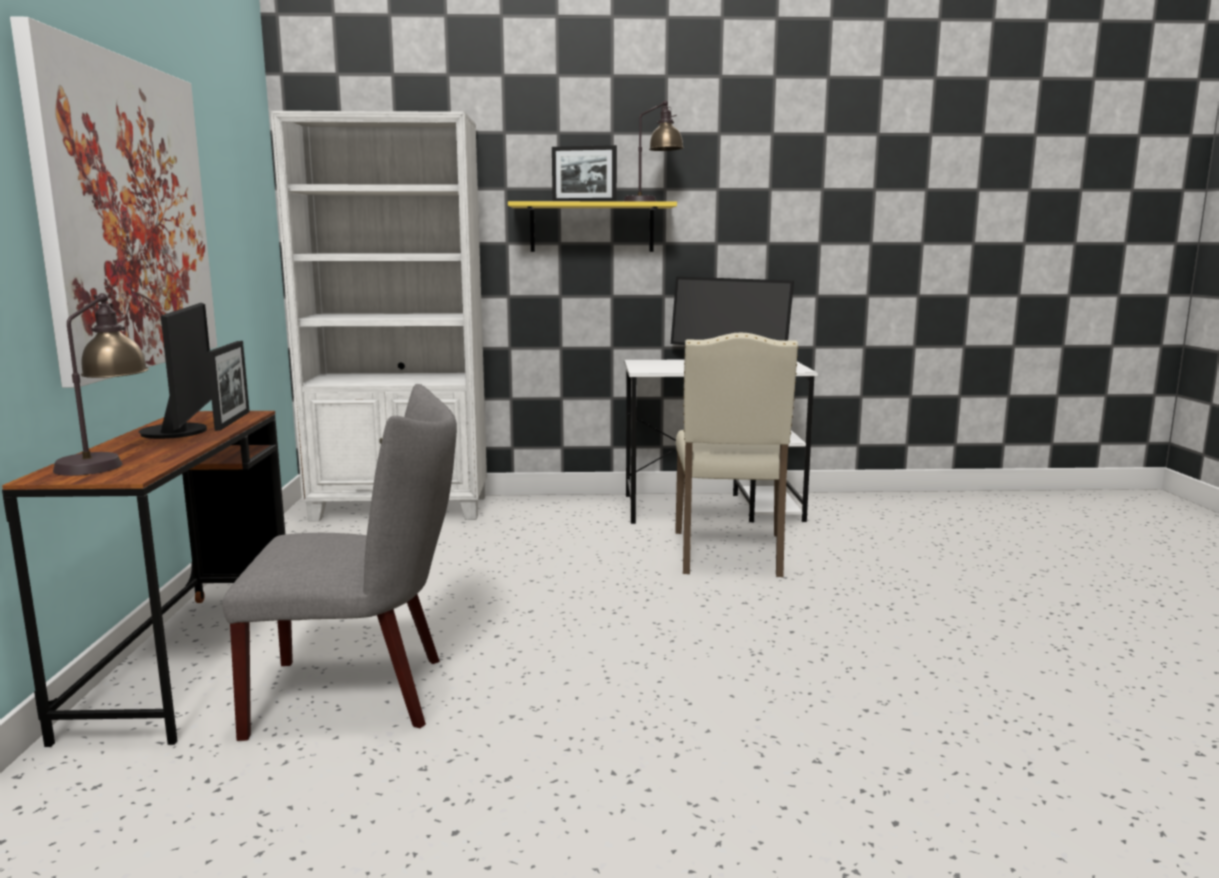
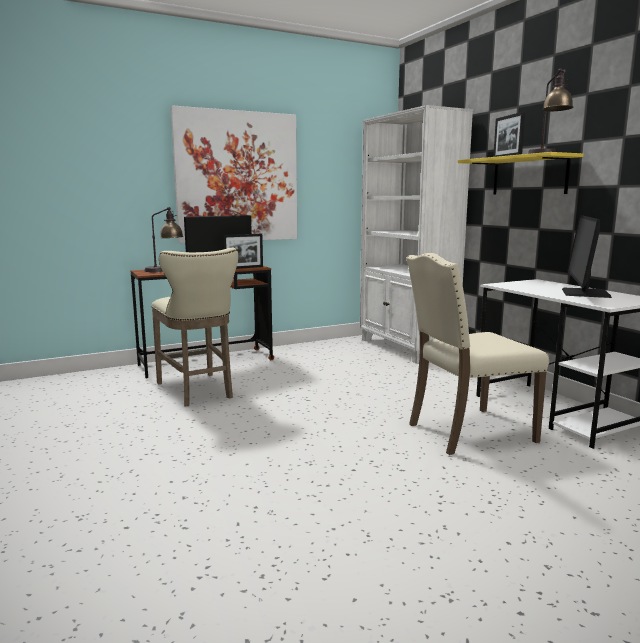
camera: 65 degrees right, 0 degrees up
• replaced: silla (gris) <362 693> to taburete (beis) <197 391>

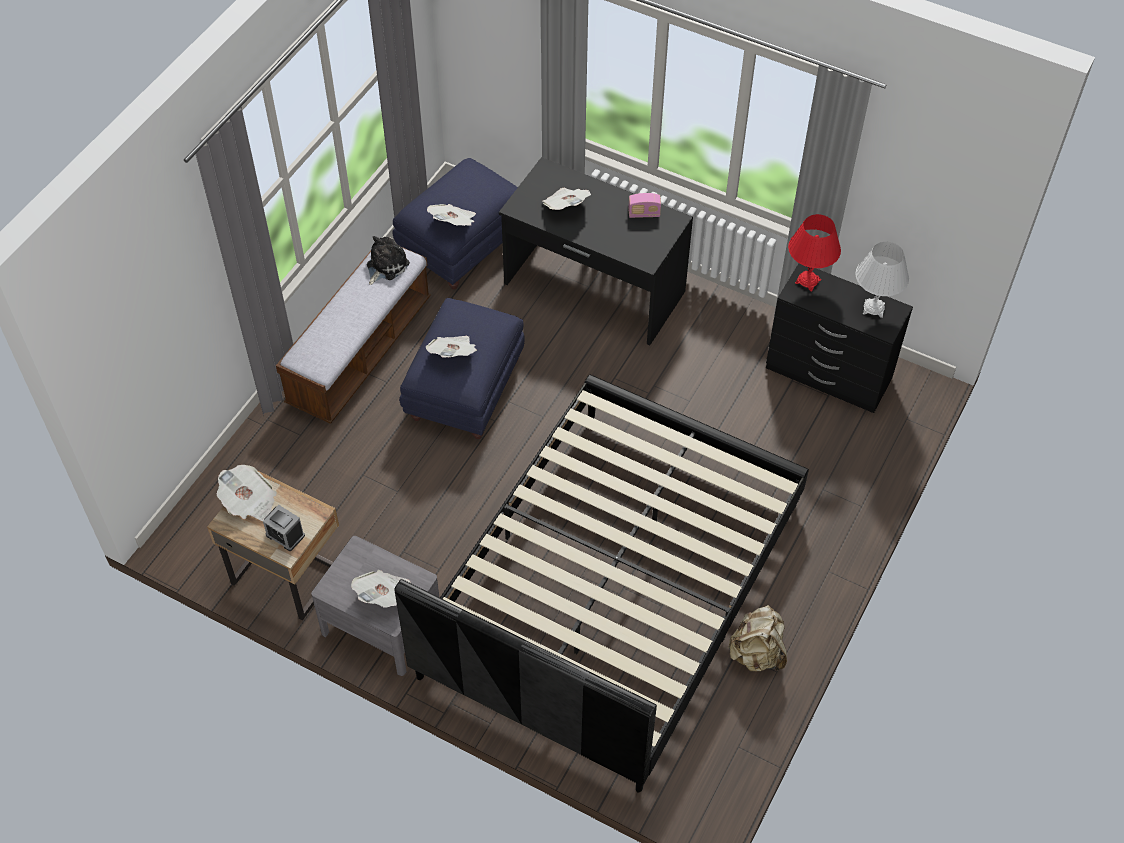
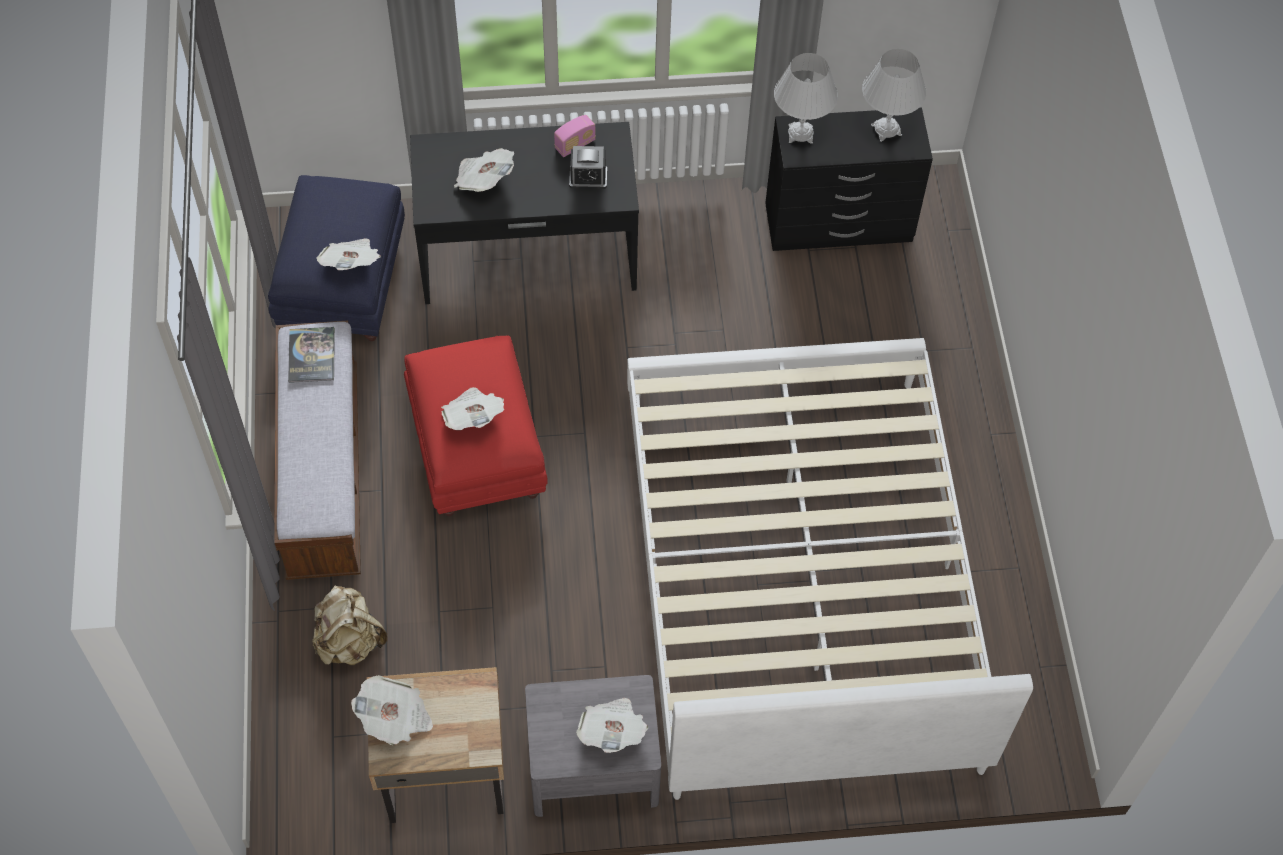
camera: 35 degrees left, 5 degrees up
• moved: despertador <285 535> to <588 177>
• replaced: peluche <385 266> to libro <311 355>
• recoloured: cama (negro) <611 588> to cama (blanco) <798 579>
• recoloured: puf (azul) <465 389> to puf (rojo) <477 449>
• moved: mochila (beis) <757 653> to <349 641>
• recoloured: lámpara de mesa (rojo) <808 281> to lámpara de mesa (blanco) <800 134>

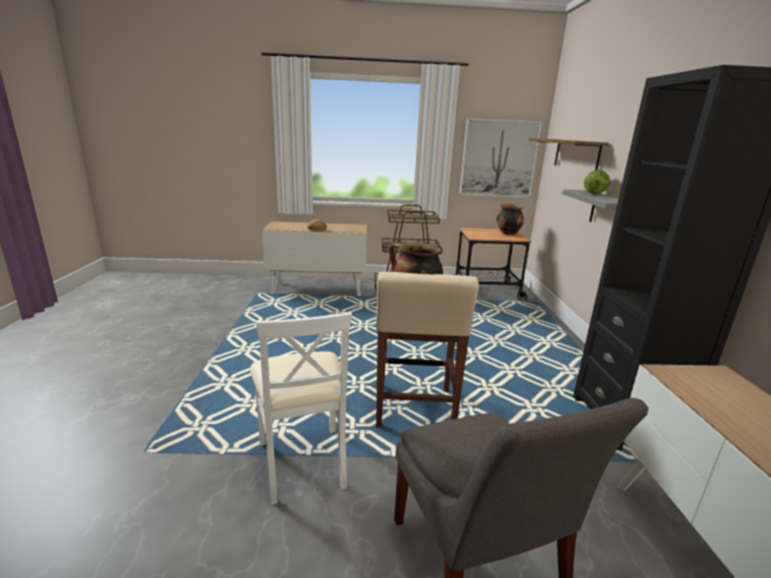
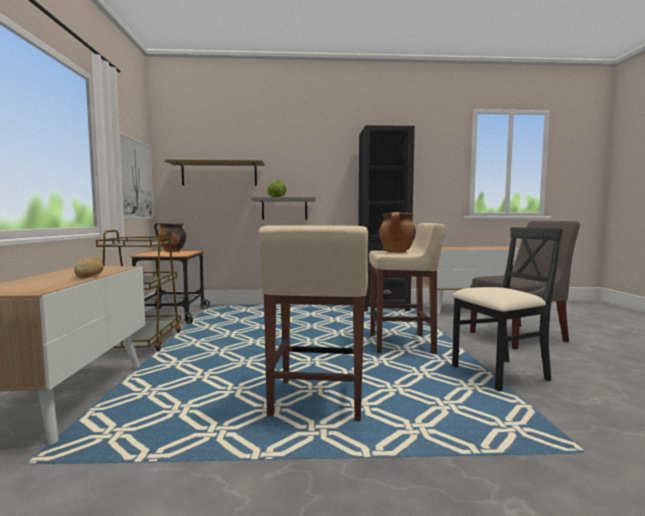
camera: 90 degrees left, 15 degrees down
• recoloured: silla (blanco) <303 462> to silla (negro) <500 374>
• added: taburete (beis) <317 400>

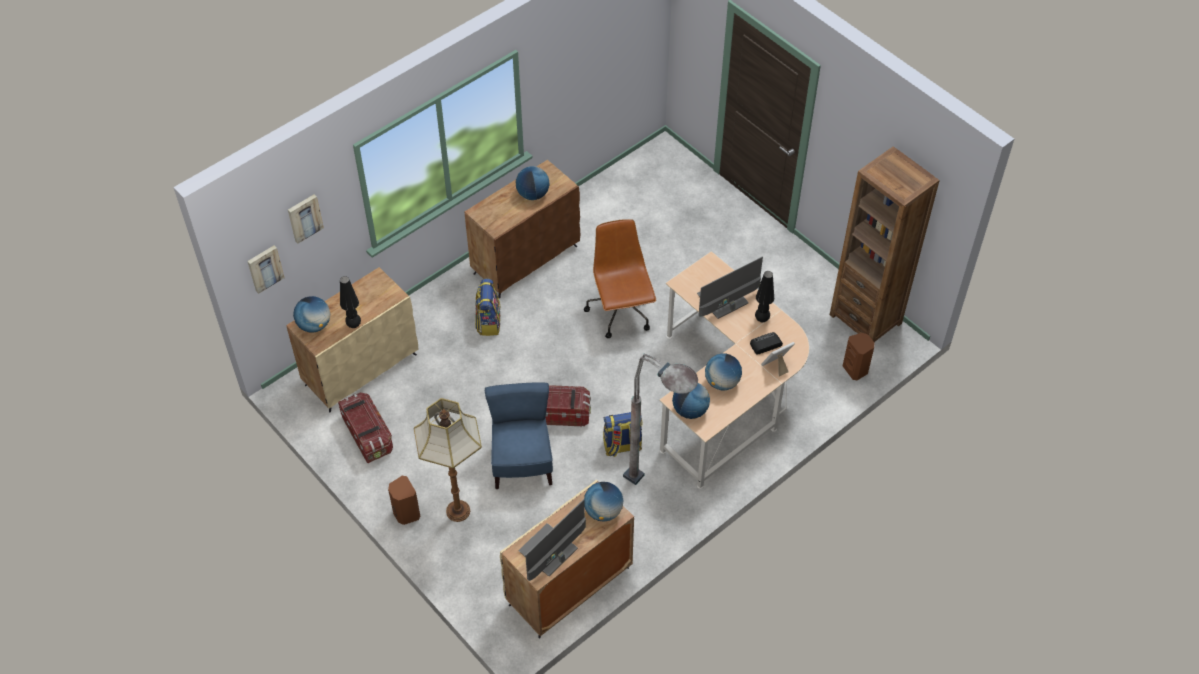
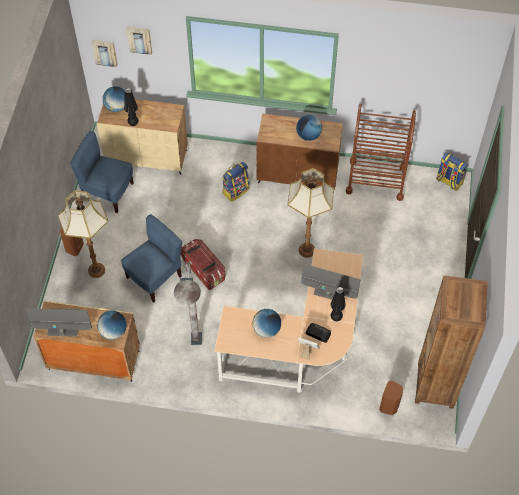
camera: 50 degrees right, 5 degrees up
• replaced: caja de almacenaje <367 435> to silla (azul) <108 192>
• replaced: silla de oficina (marrón) <621 313> to lámpara de pie <307 250>
• moved: mochila <622 446> to <449 181>
• removed: globo terráqueo <690 410>
• added: carrito (marrón) <376 179>

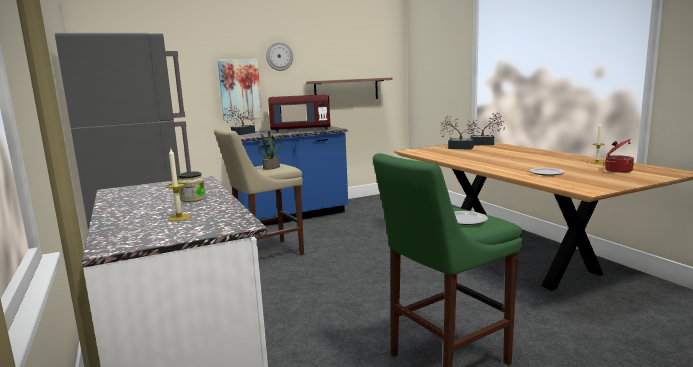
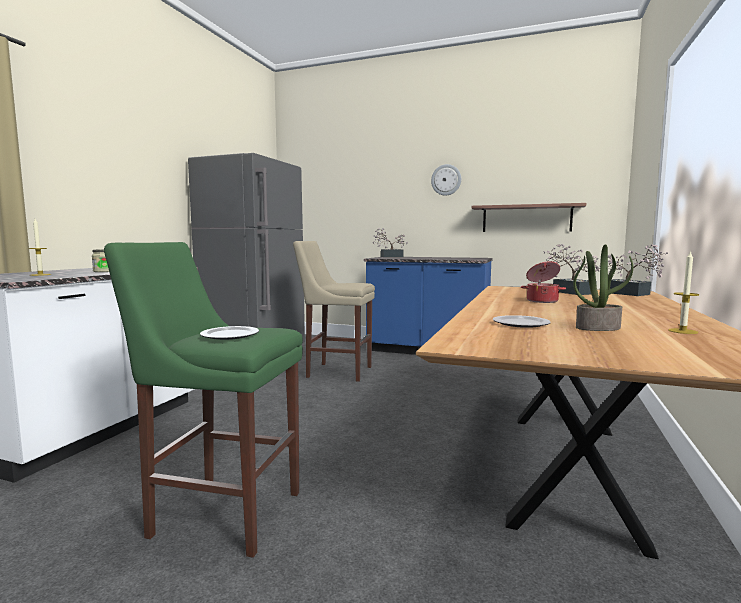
camera: 45 degrees right, 5 degrees down
• removed: cuadro <240 89>
• moved: planta en maceta <271 167> to <598 328>
• removed: microondas (rojo) <300 130>
• moved: olla <617 170> to <542 301>

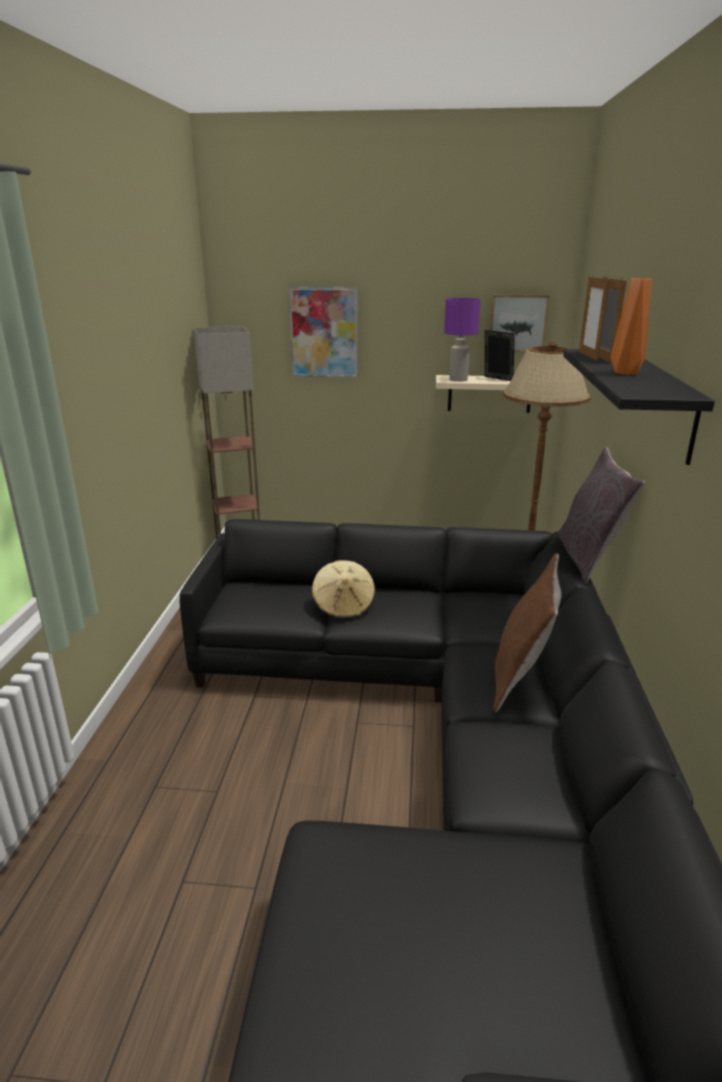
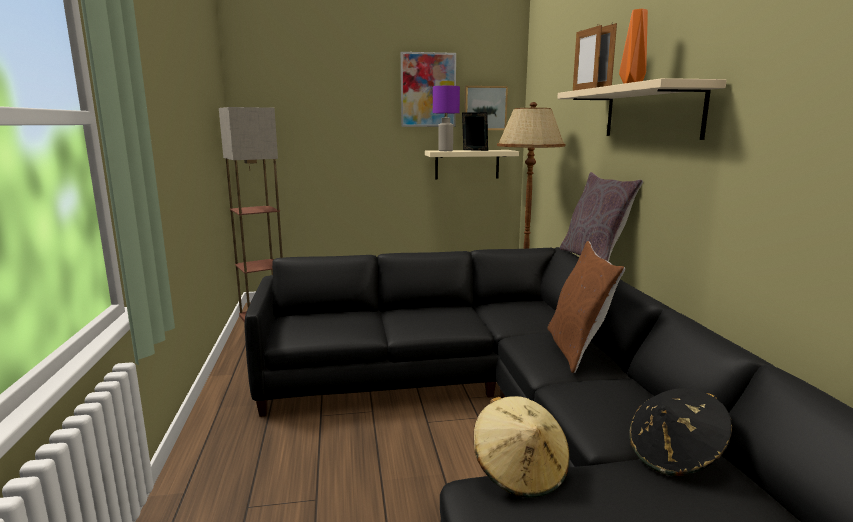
camera: 15 degrees left, 10 degrees down
• moved: cuadro <324 332> to <428 90>
• moved: sombrero (beis) <343 606> to <520 471>
• recoloured: estante (negro) <658 401> to estante (beis) <651 112>
• added: sombrero (negro) <675 456>

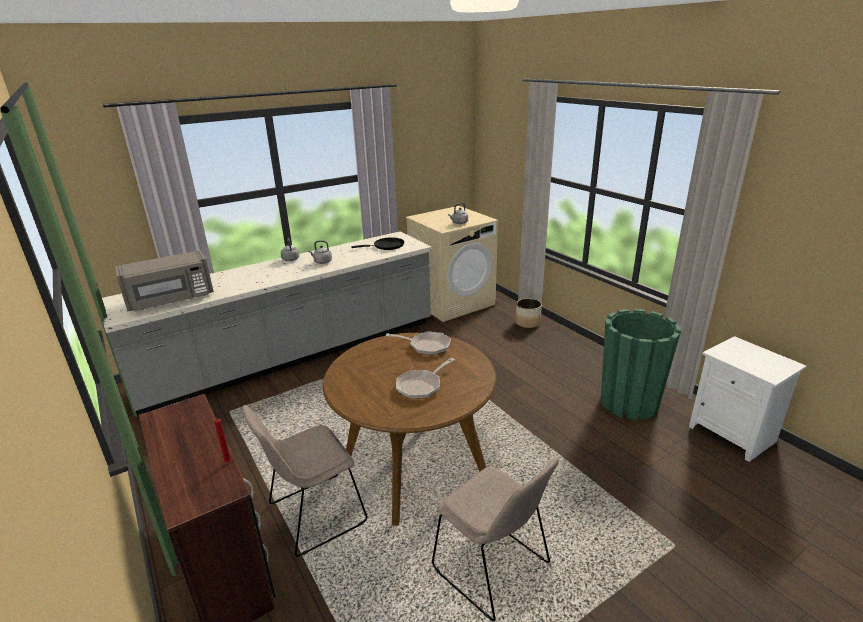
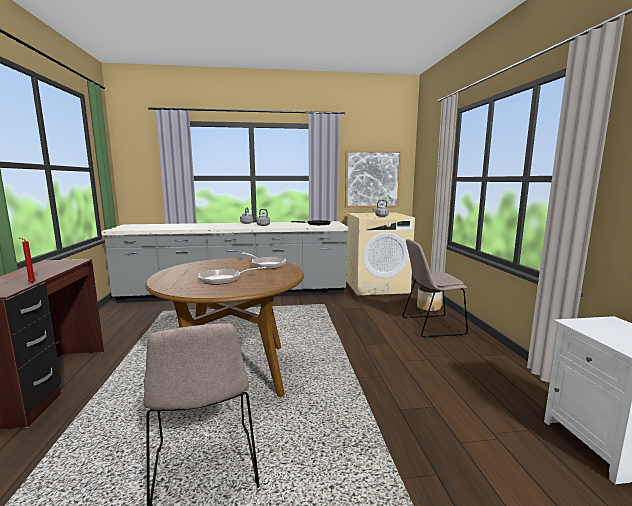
camera: 25 degrees right, 15 degrees down
• removed: microondas (gris) <171 300>
• moved: silla (beis) <313 515> to <430 326>
• removed: maceta (verde) <629 402>
• added: cuadro <372 179>

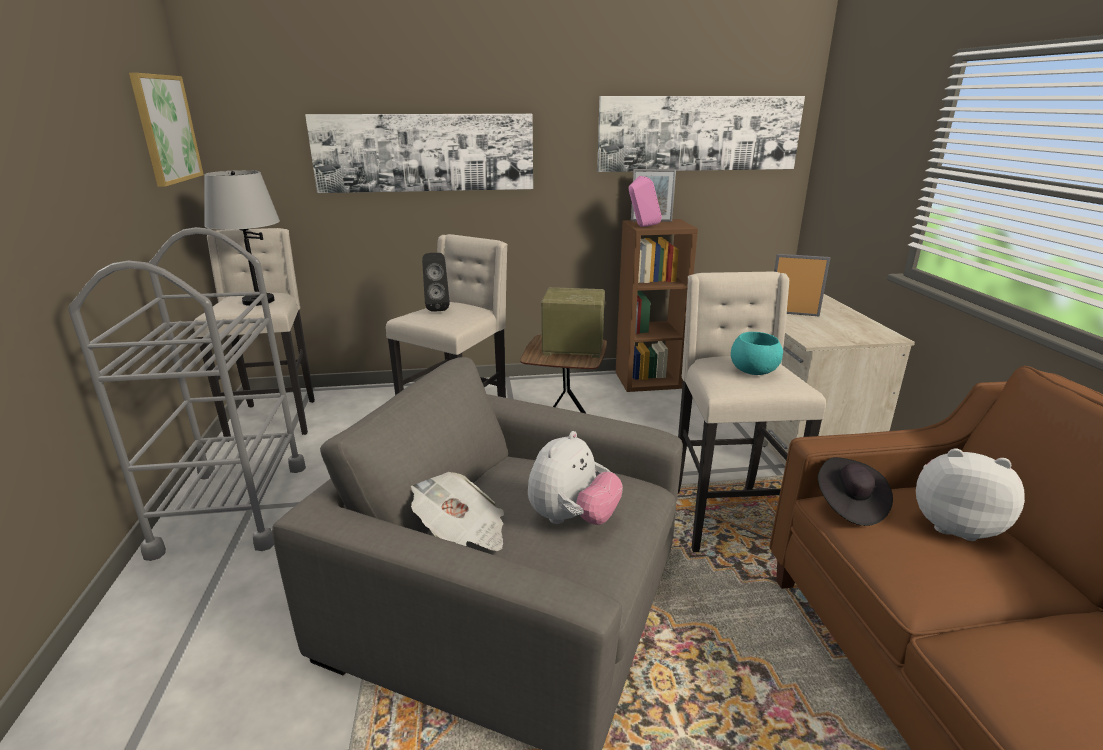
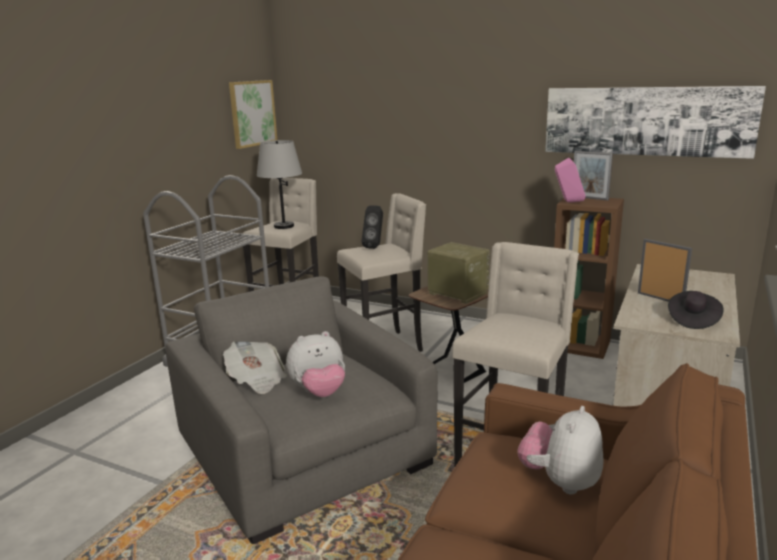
camera: 35 degrees right, 5 degrees down
• removed: cuadro <424 153>
• removed: cuenco (turquesa) <753 371>
• moved: sombrero (negro) <849 505> to <692 320>
• turned: peluche <953 526> = <560 481> 120 degrees counterclockwise

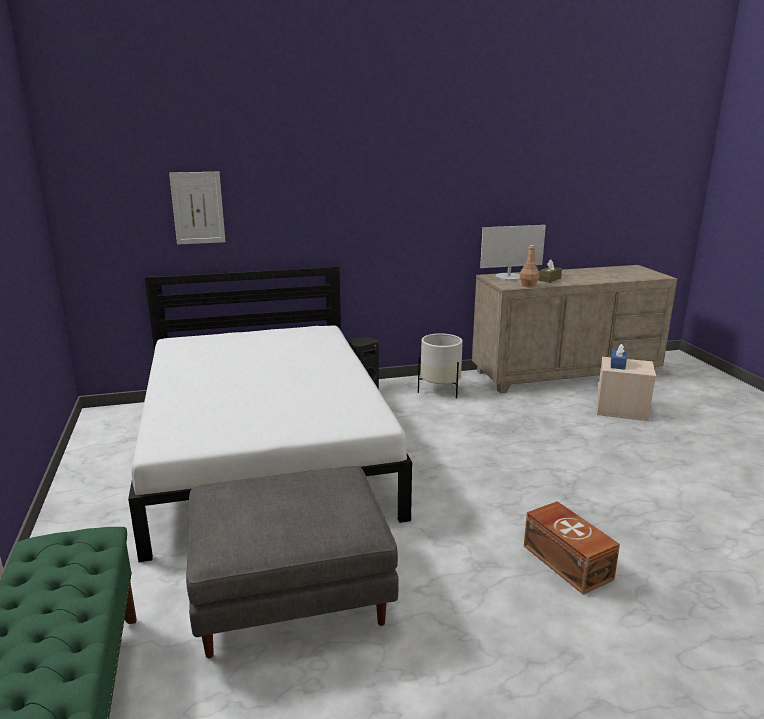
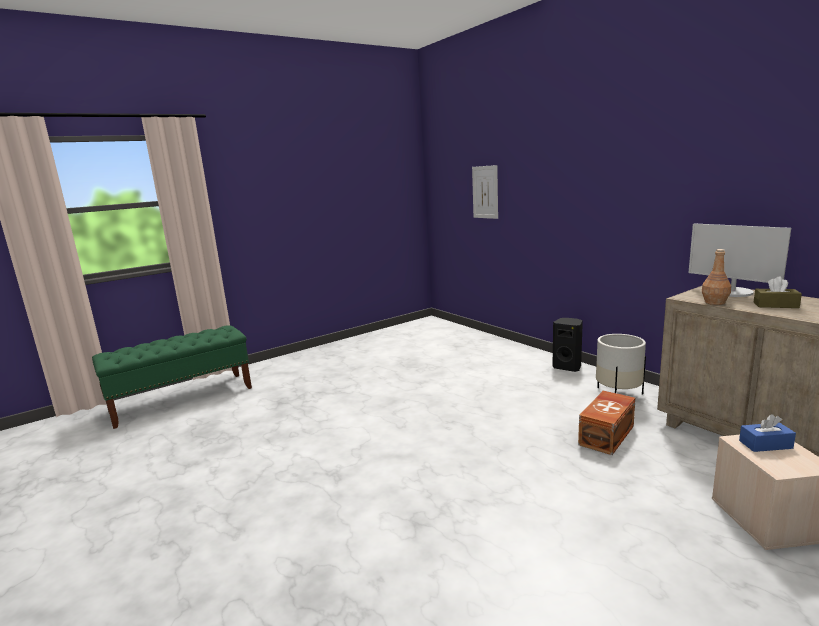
camera: 70 degrees right, 5 degrees down
• removed: cama (blanco) <265 451>
• removed: puf (gris) <293 593>
• moved: caja de almacenaje (marrón) <567 561> to <608 435>

